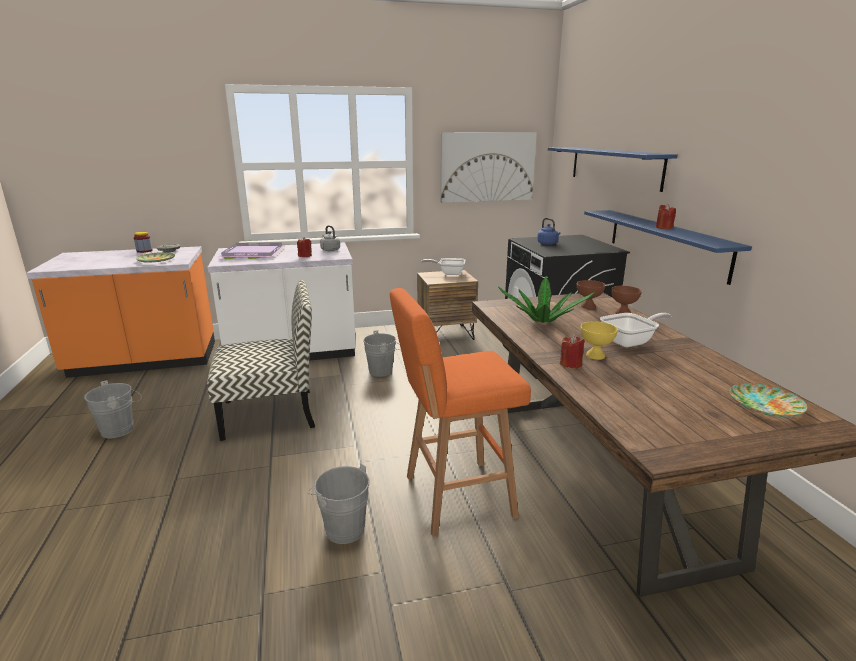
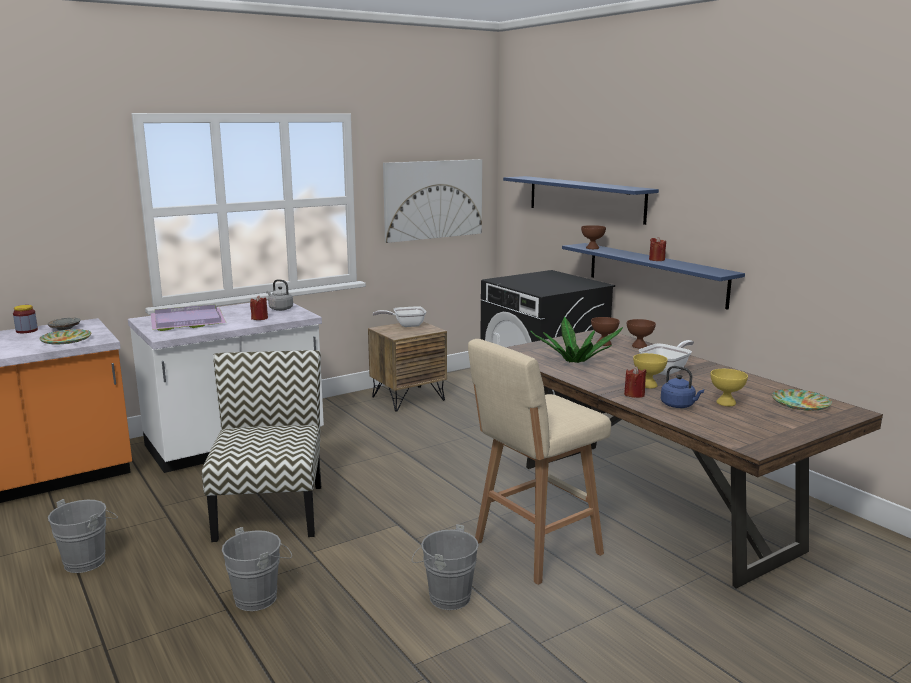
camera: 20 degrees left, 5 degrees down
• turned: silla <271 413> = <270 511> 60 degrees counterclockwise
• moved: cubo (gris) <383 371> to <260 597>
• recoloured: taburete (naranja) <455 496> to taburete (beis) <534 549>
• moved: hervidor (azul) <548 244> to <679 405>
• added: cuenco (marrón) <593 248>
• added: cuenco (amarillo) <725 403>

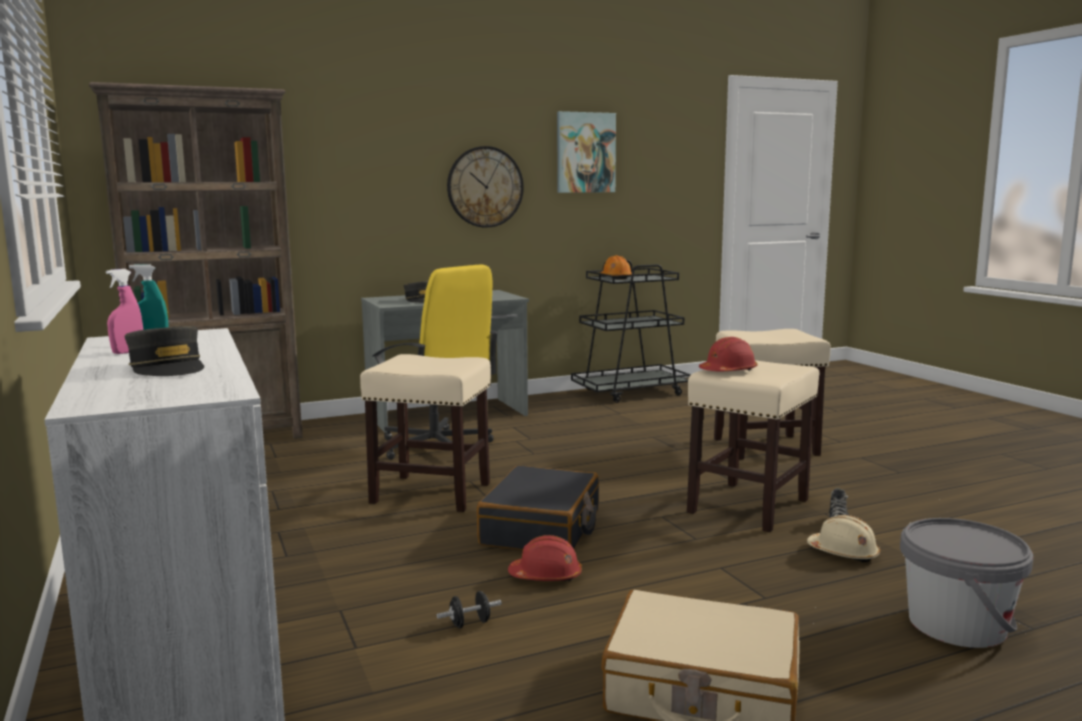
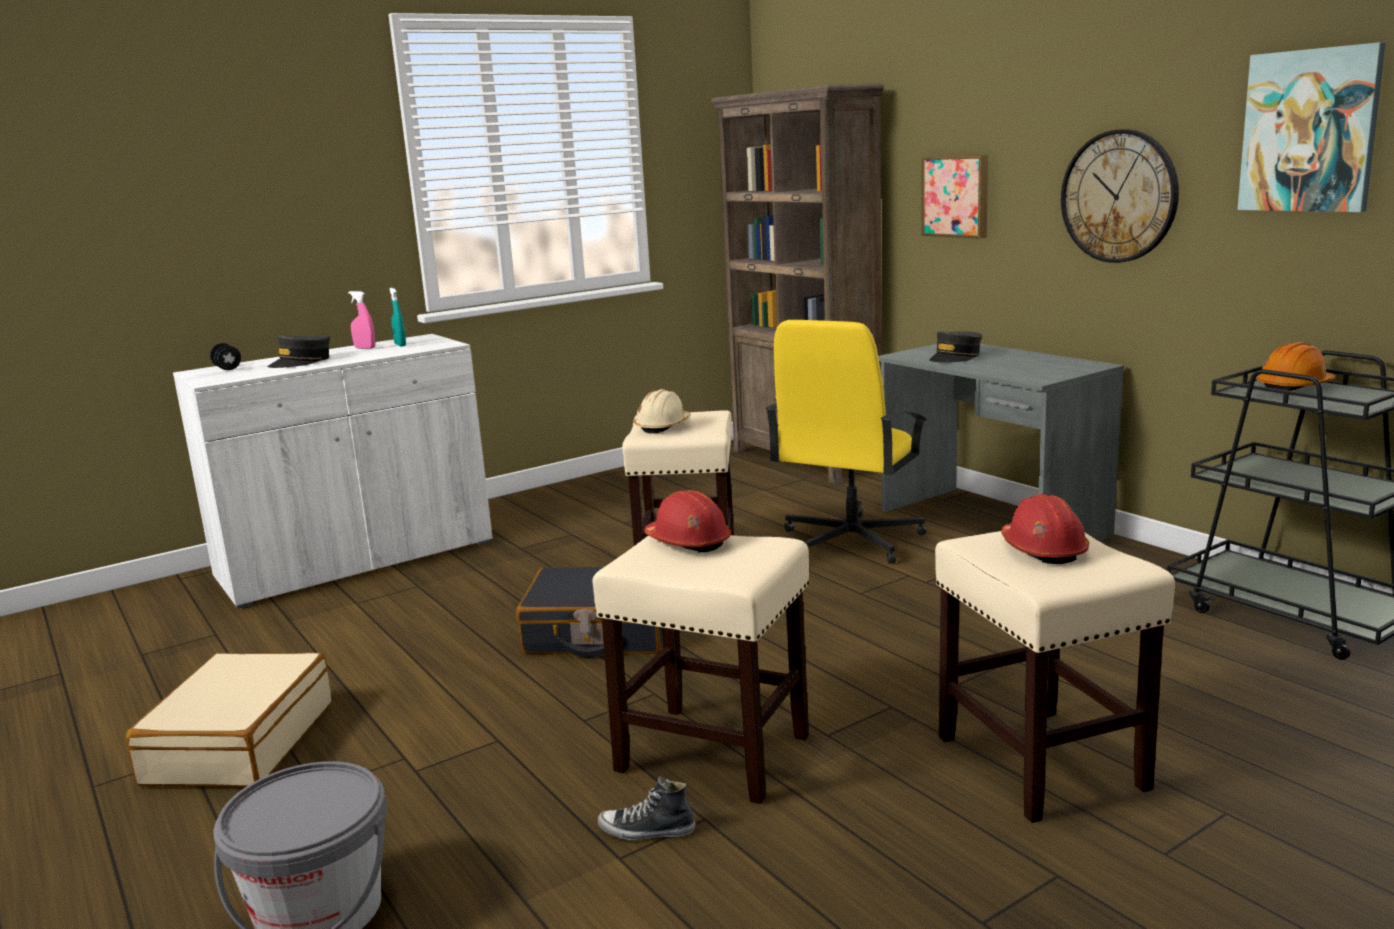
camera: 80 degrees right, 5 degrees up
• moved: mancuerna (negro) <470 623> to <227 368>
• moved: casco (rojo) <546 576> to <1043 550>
• moved: casco (beis) <843 553> to <663 427>
• added: cuadro <957 196>

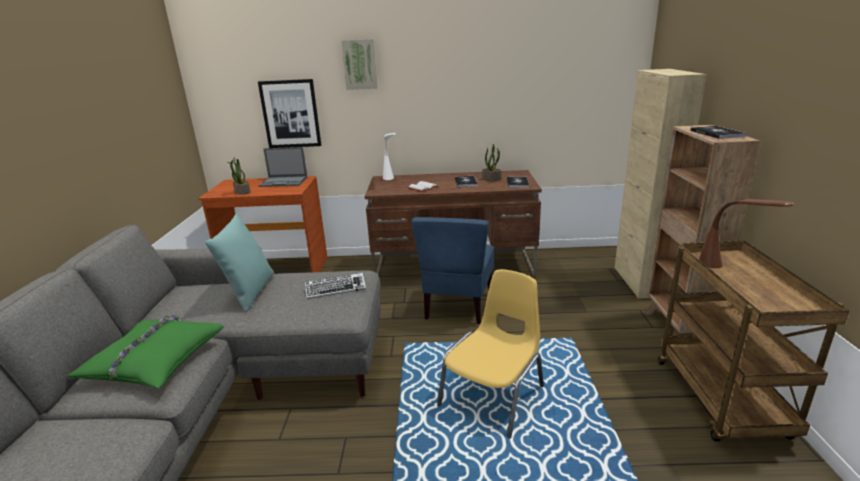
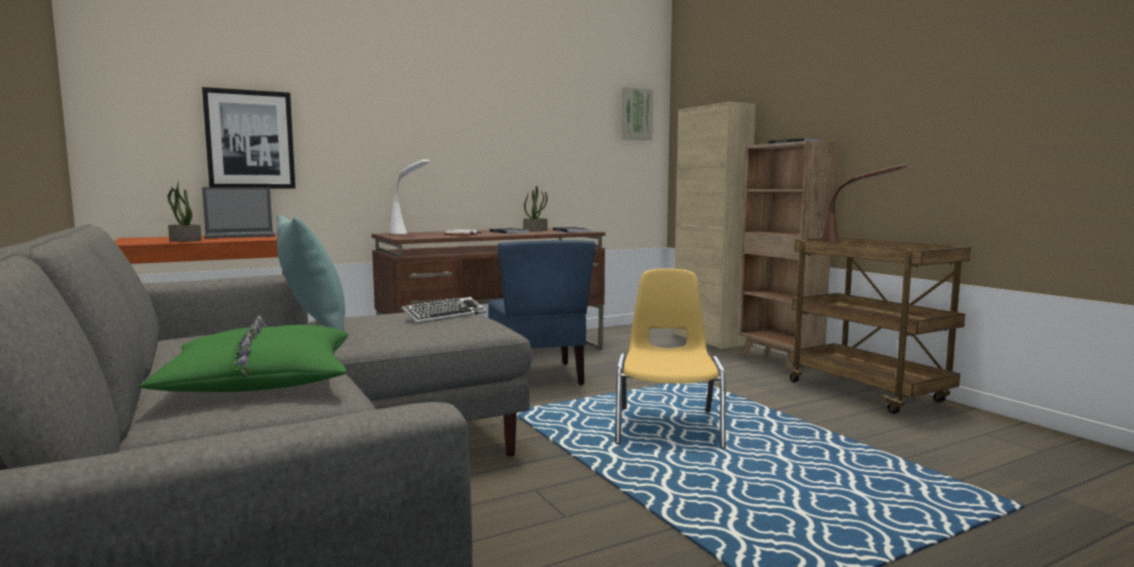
camera: 30 degrees left, 15 degrees down
• moved: cuadro <360 64> to <636 114>

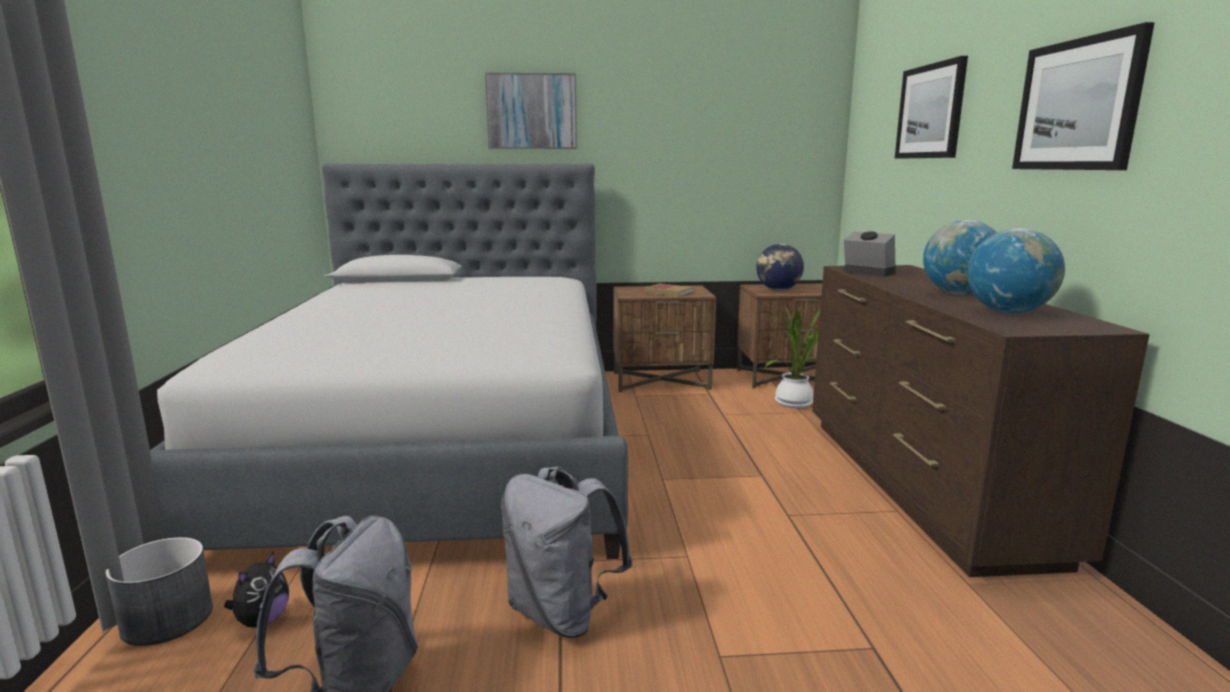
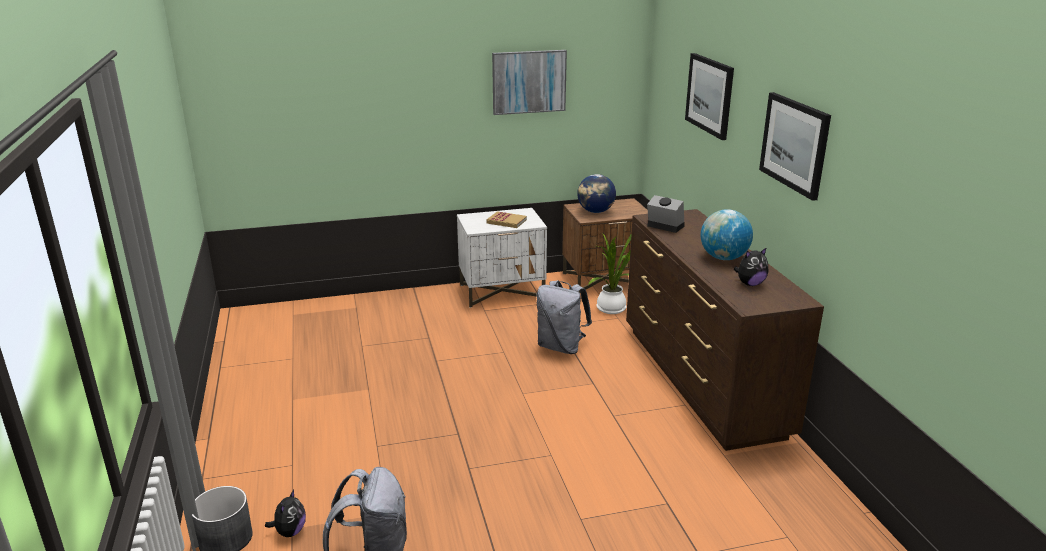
camera: 10 degrees left, 10 degrees up
• removed: cama <445 443>
• moved: cuadro <532 111> to <529 82>
• moved: mochila (gris) <562 613> to <561 347>
• recoloured: mesita de noche (marrón) <661 381> to mesita de noche (blanco) <502 291>
• replaced: globo terráqueo <1008 312> to peluche <750 284>

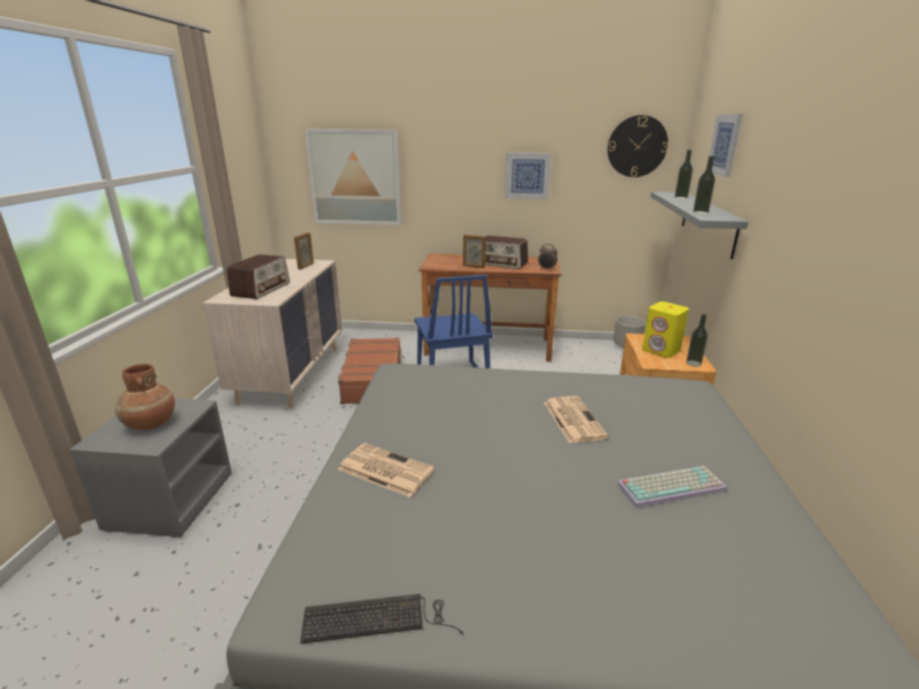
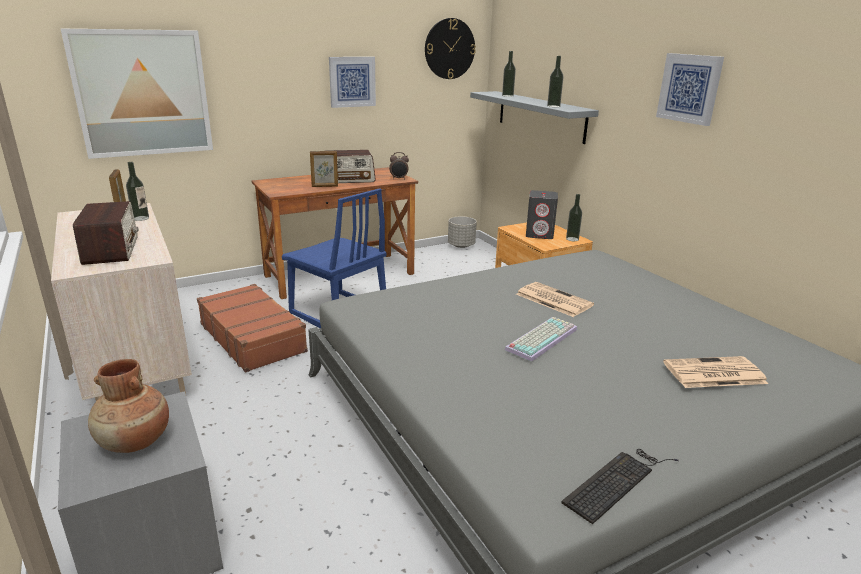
camera: 35 degrees left, 0 degrees up
• moved: periódico <384 470> to <713 373>
• moved: teclado <671 485> to <541 338>
• recoloured: altavoz (amarillo) <661 350> to altavoz (gris) <540 234>
• moved: cuadro <725 144> to <689 88>
• added: botella <140 218>

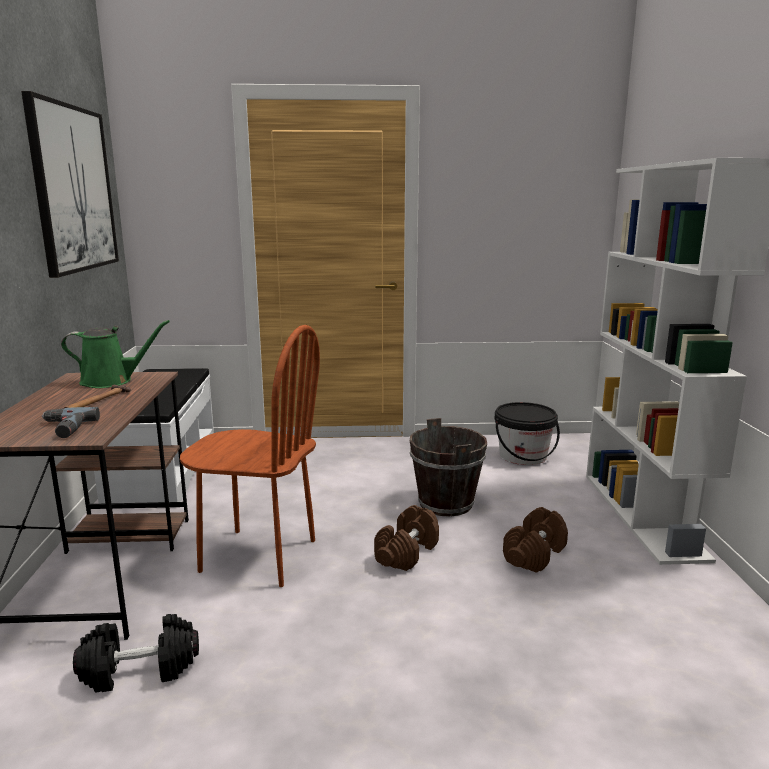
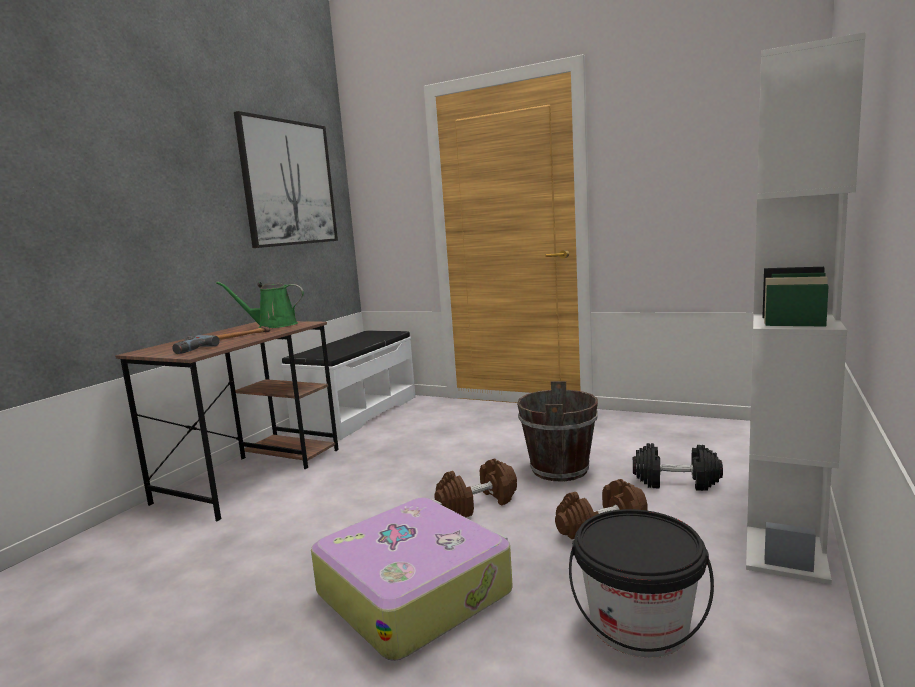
camera: 30 degrees right, 5 degrees down
• turned: regadera (verde) <111 381> = <273 326> 150 degrees clockwise
• moved: mancuerna (negro) <141 669> to <676 482>
• removed: silla (marrón) <258 556>
• moved: cubo (negro) <523 456> to <639 625>
• added: maleta <414 591>

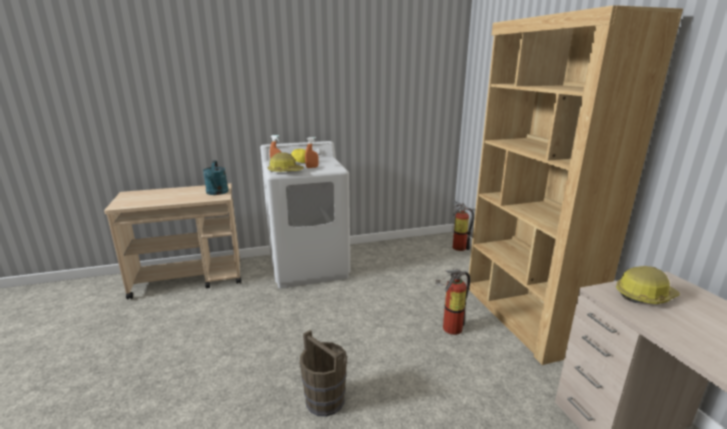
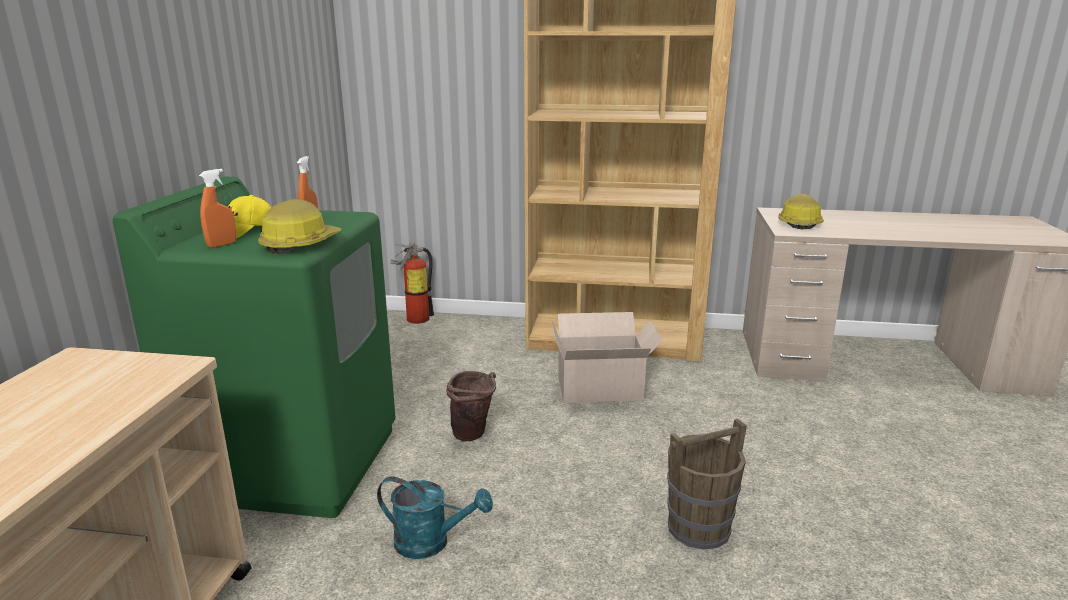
camera: 65 degrees left, 0 degrees up
• moved: regadera (turquesa) <216 193> to <431 542>
• recoloured: lavadora (blanco) <309 266> to lavadora (verde) <295 461>
• replaced: extintor <449 328> to caja de cartón <602 388>
• added: cubo (marrón) <474 435>

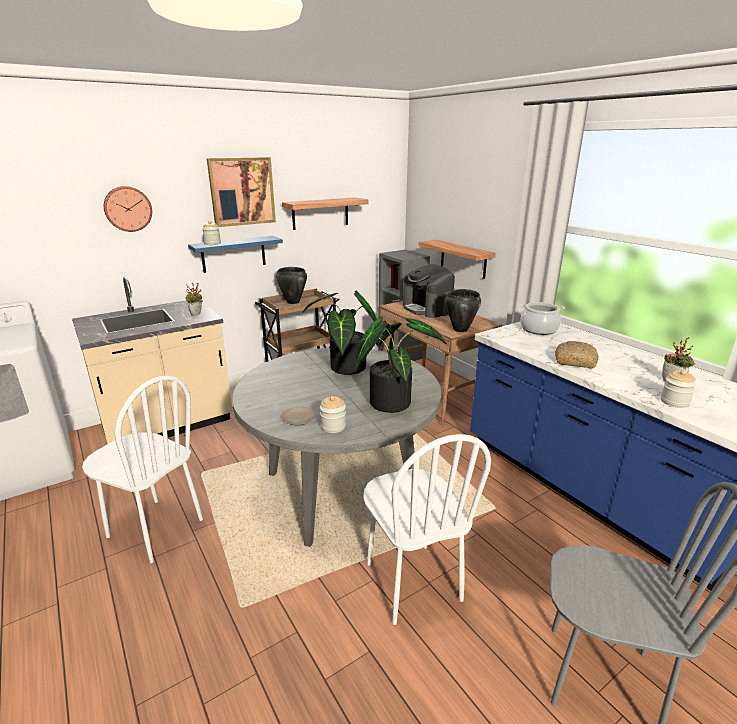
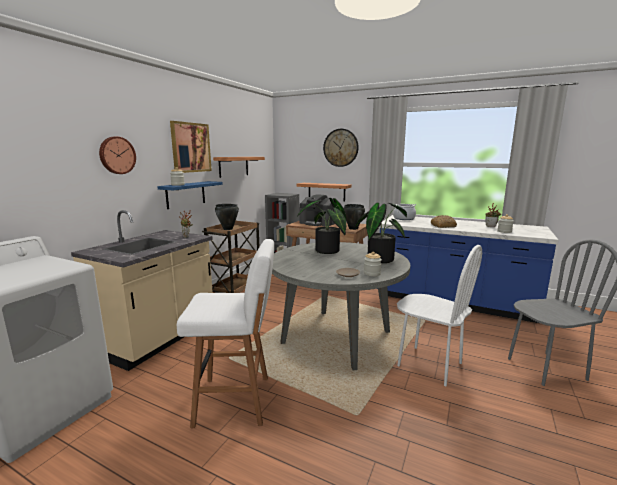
camera: 30 degrees left, 10 degrees down
• replaced: silla (blanco) <155 528> to taburete (blanco) <236 400>
• added: reloj de pared <340 147>

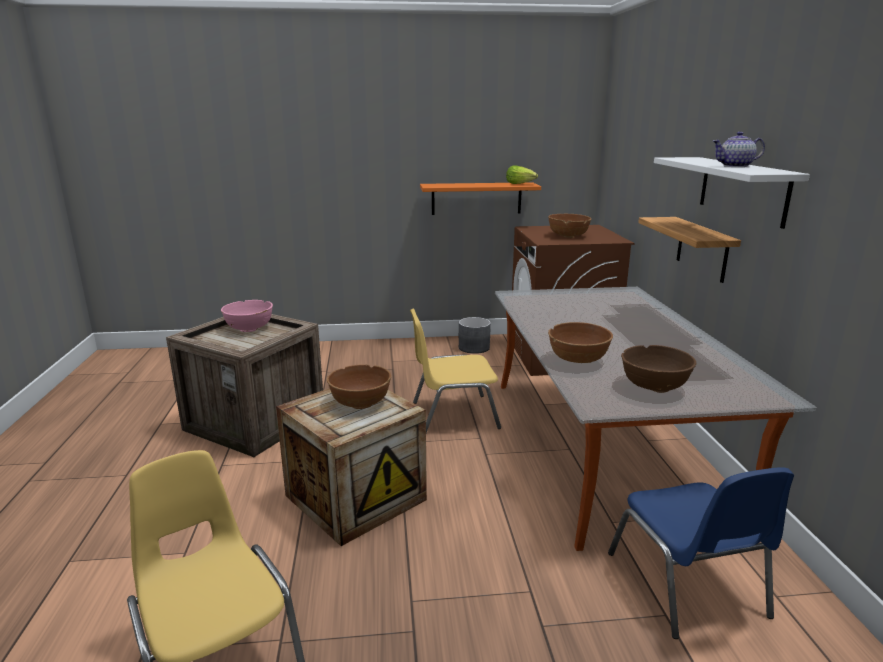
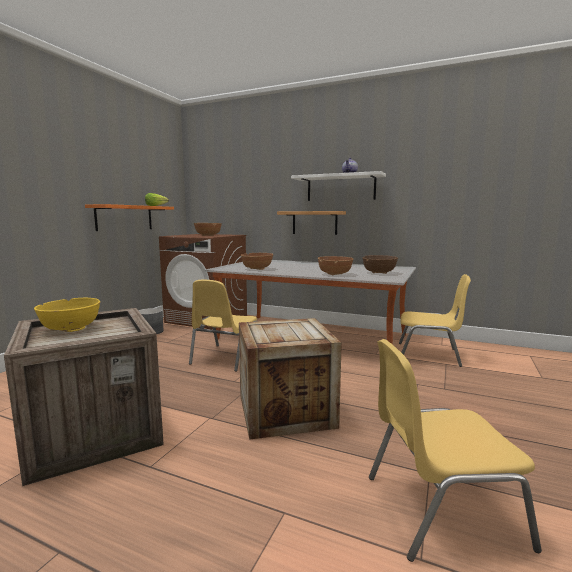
camera: 60 degrees left, 10 degrees down
• recoloured: cuenco (rosa) <249 328> to cuenco (amarillo) <70 329>
• moved: cuenco (marrón) <360 402> to <257 269>
• recoloured: silla (azul) <687 586> to silla (amarillo) <429 355>

